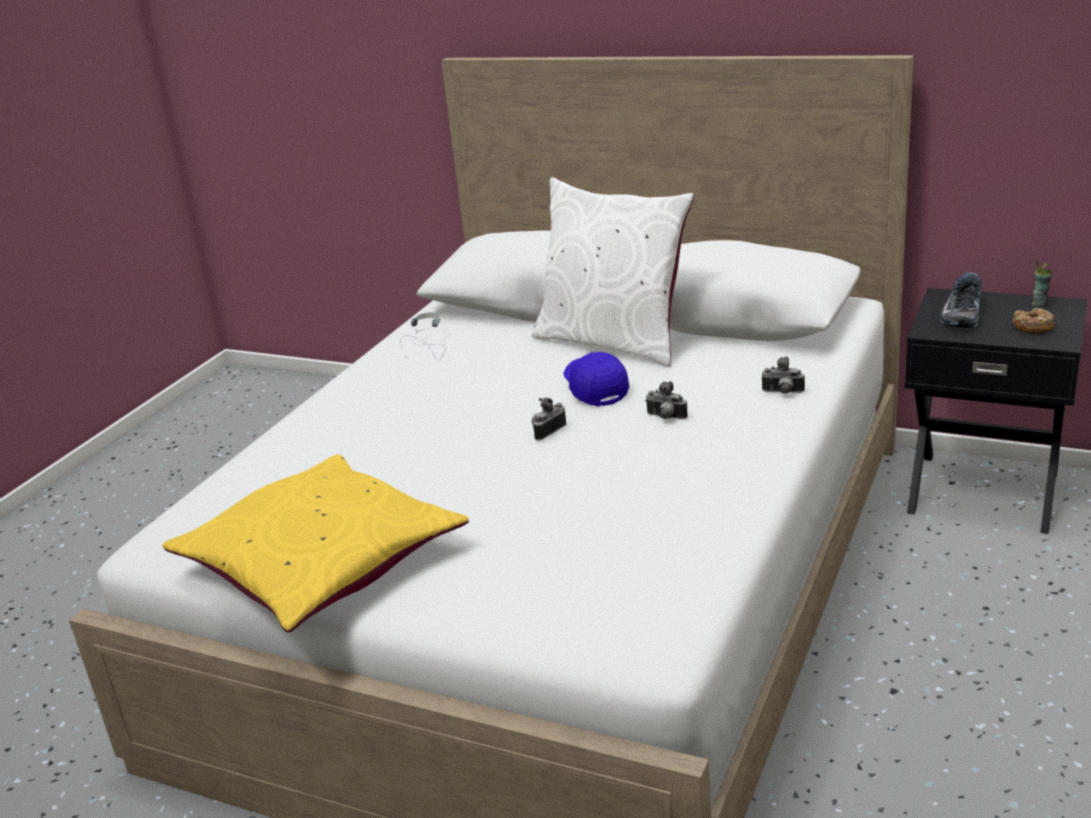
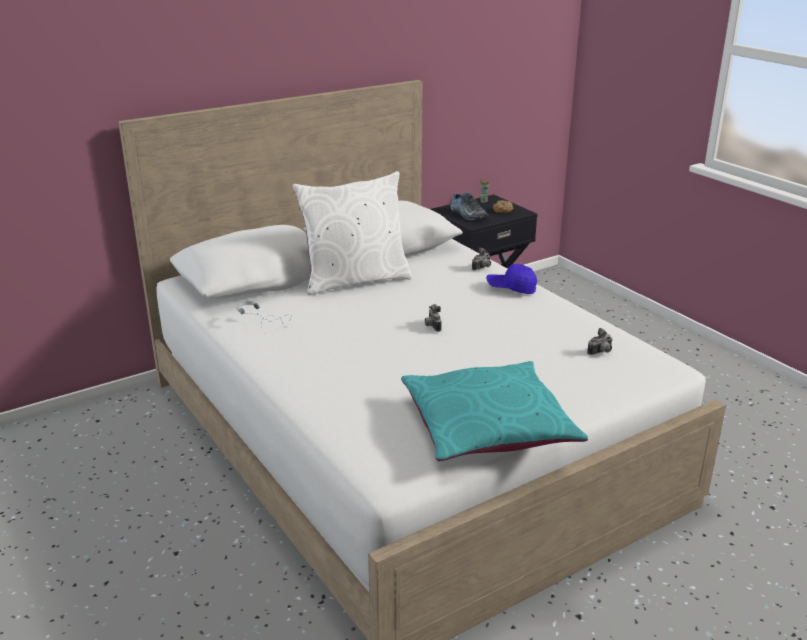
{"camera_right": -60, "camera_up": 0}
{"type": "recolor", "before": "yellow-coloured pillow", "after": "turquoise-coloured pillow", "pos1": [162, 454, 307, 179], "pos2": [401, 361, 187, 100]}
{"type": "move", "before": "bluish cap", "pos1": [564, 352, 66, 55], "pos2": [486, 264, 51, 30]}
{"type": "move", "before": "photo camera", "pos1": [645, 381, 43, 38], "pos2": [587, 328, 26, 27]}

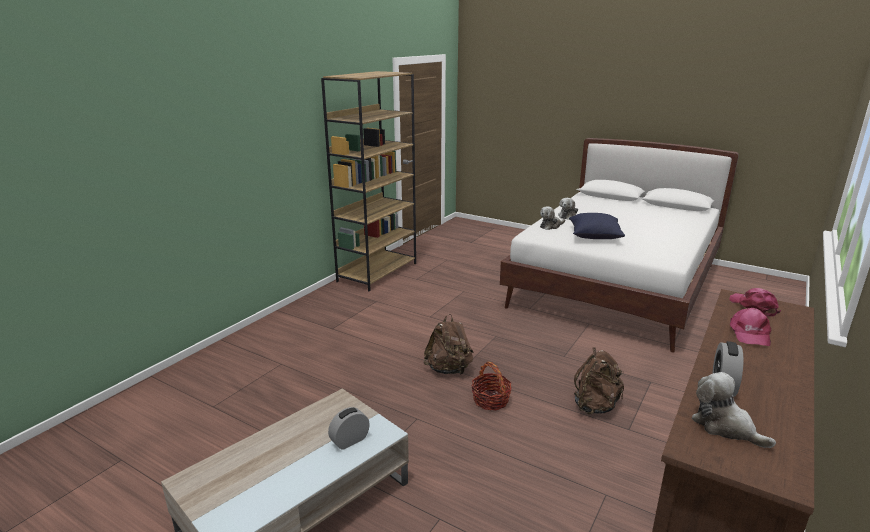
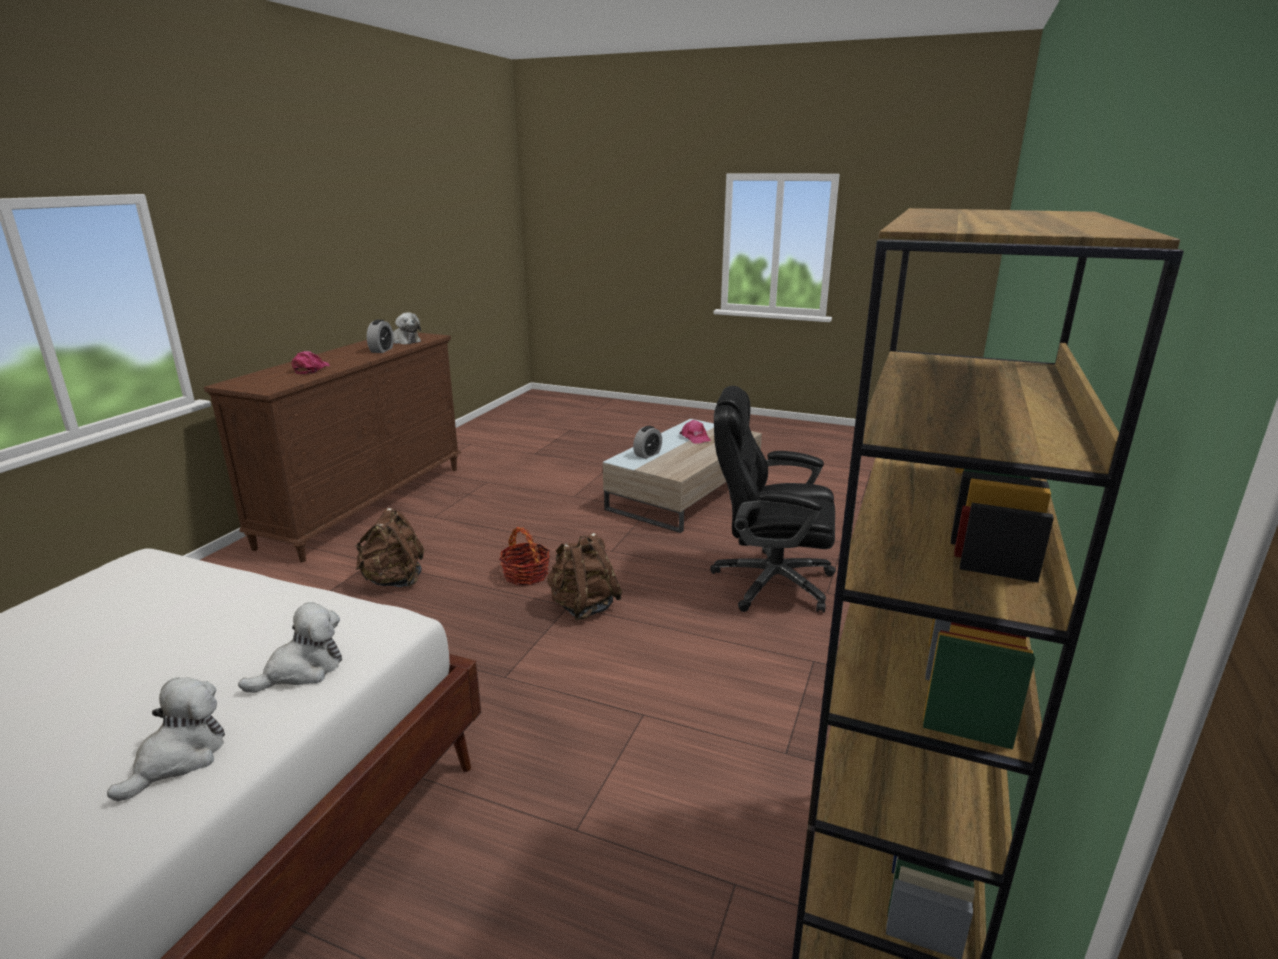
{"camera_right": 170, "camera_up": 0}
{"type": "delete", "before": "bluish pillow", "pos1": [569, 213, 56, 26]}
{"type": "move", "before": "pinkish cap", "pos1": [729, 288, 52, 28], "pos2": [680, 420, 31, 24]}
{"type": "insert", "after": "blackish office chair", "pos2": [710, 386, 126, 227]}

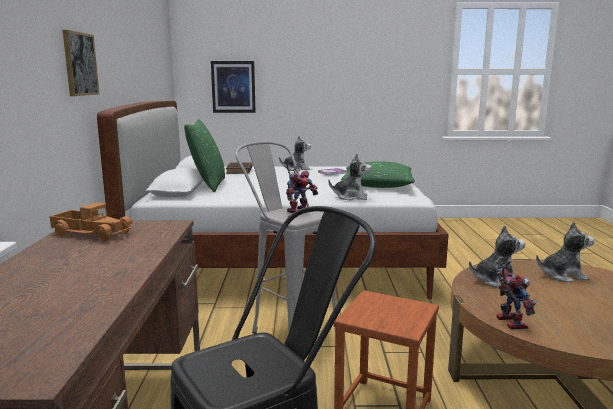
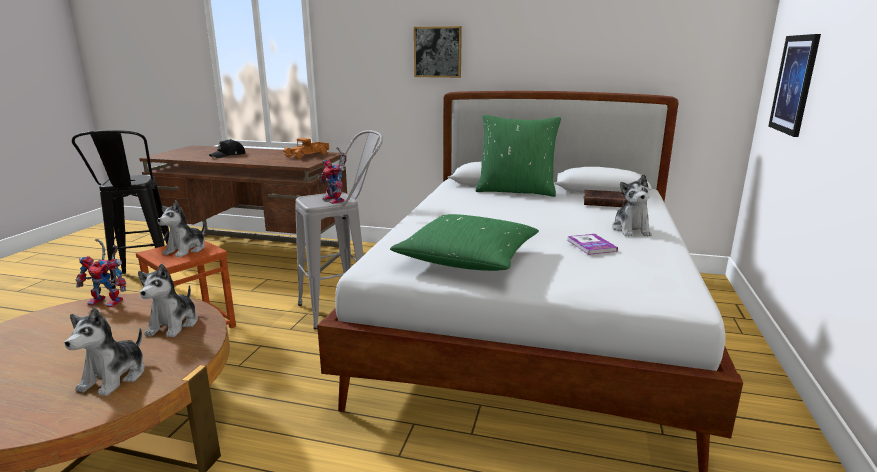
{"camera_right": 105, "camera_up": 5}
{"type": "move", "before": "cuddly toy", "pos1": [328, 153, 44, 48], "pos2": [157, 200, 48, 57]}
{"type": "insert", "after": "blackish cap", "pos2": [209, 139, 36, 19]}

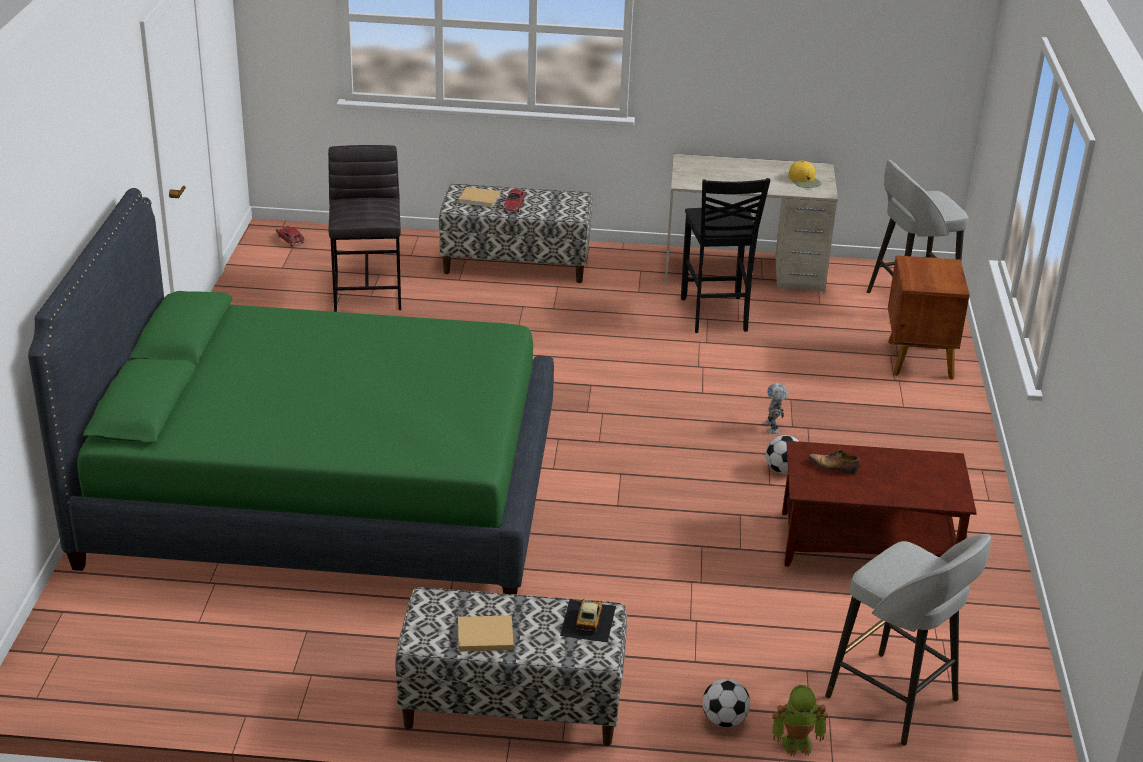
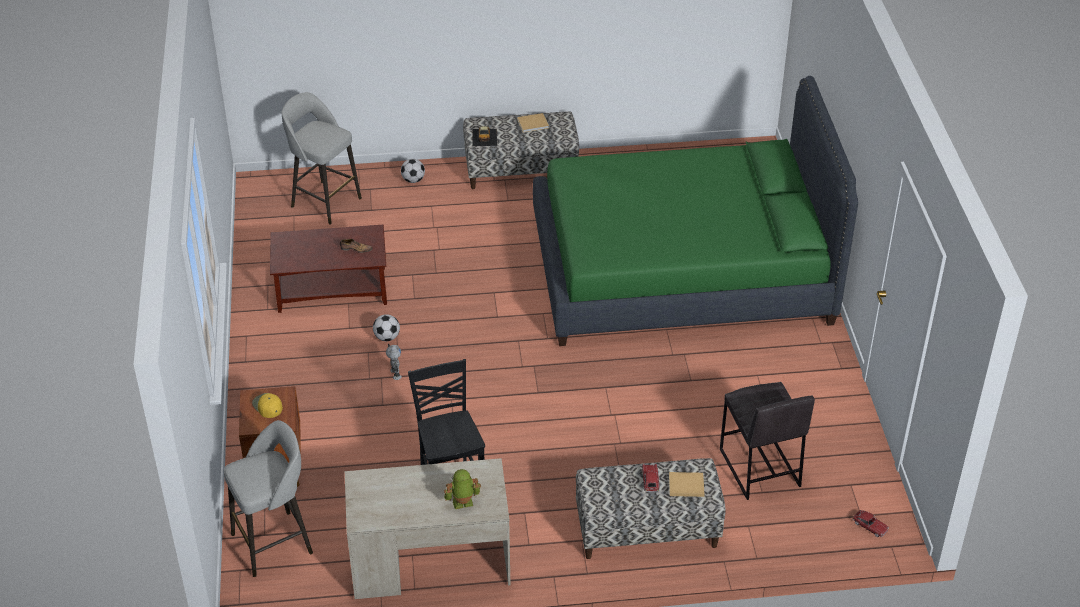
{"camera_right": 170, "camera_up": 10}
{"type": "move", "before": "robot figure", "pos1": [772, 685, 56, 71], "pos2": [444, 469, 37, 40]}
{"type": "move", "before": "yellow-coloured cap", "pos1": [788, 160, 34, 28], "pos2": [252, 393, 31, 25]}

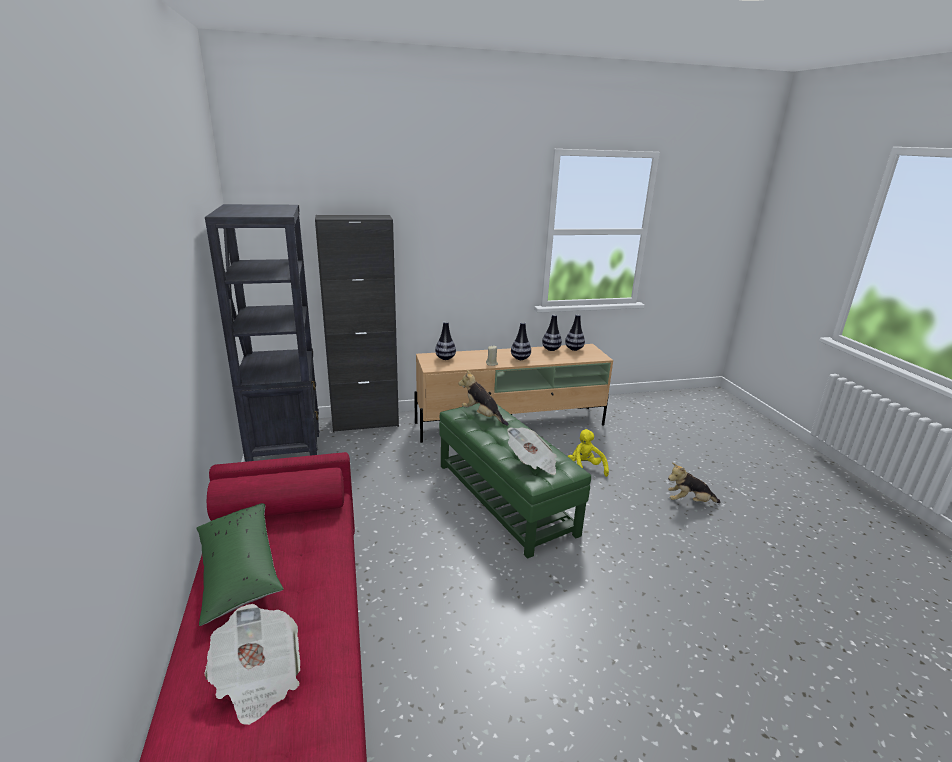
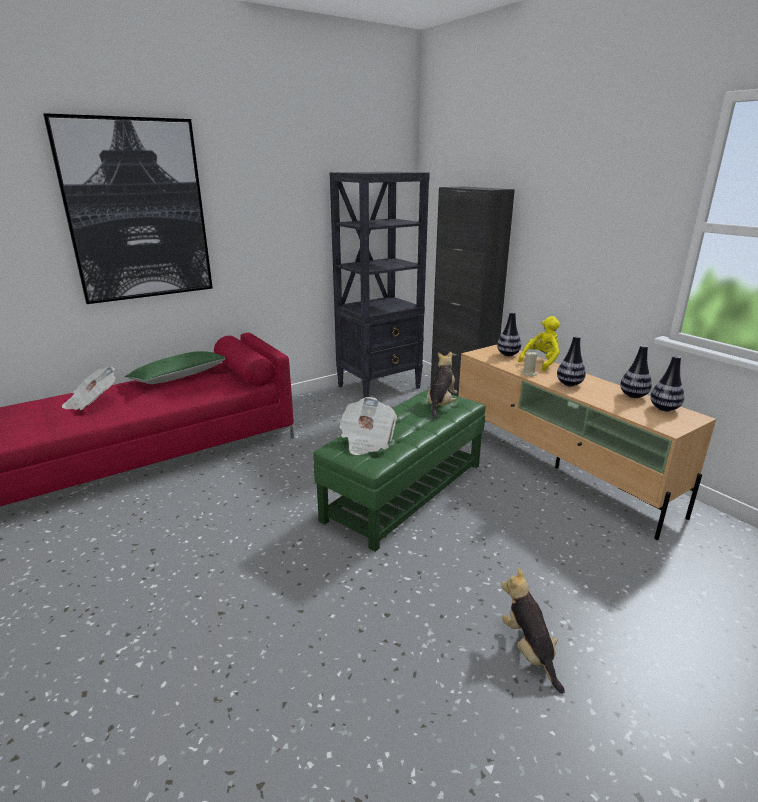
{"camera_right": 70, "camera_up": 0}
{"type": "move", "before": "yellow-coloured cuddly toy", "pos1": [568, 429, 41, 48], "pos2": [518, 316, 42, 55]}
{"type": "insert", "after": "picture", "pos2": [43, 113, 170, 191]}

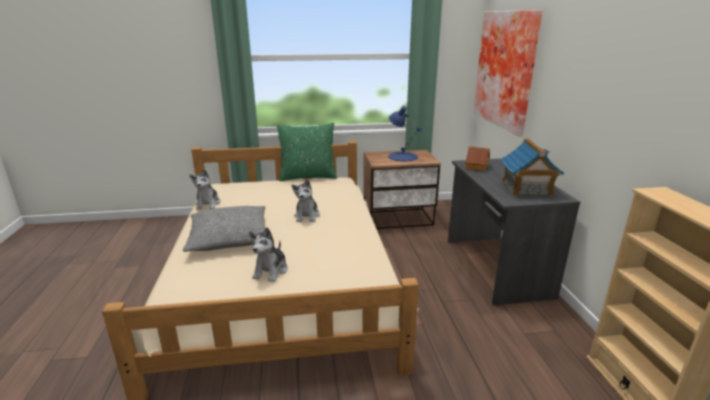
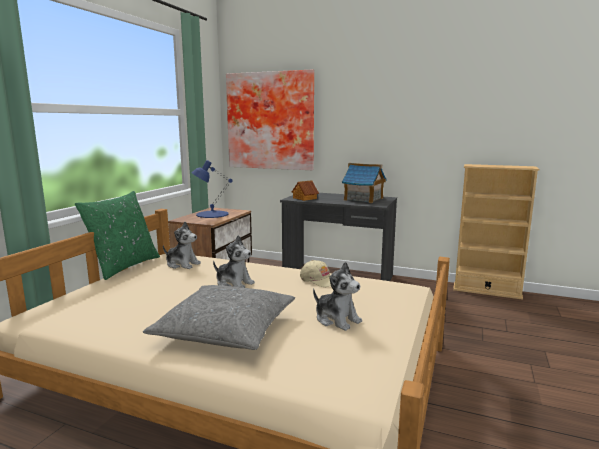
{"camera_right": -60, "camera_up": -10}
{"type": "move", "before": "cuddly toy", "pos1": [190, 169, 30, 41], "pos2": [163, 222, 38, 47]}
{"type": "insert", "after": "beige-coloured cap", "pos2": [300, 260, 31, 27]}

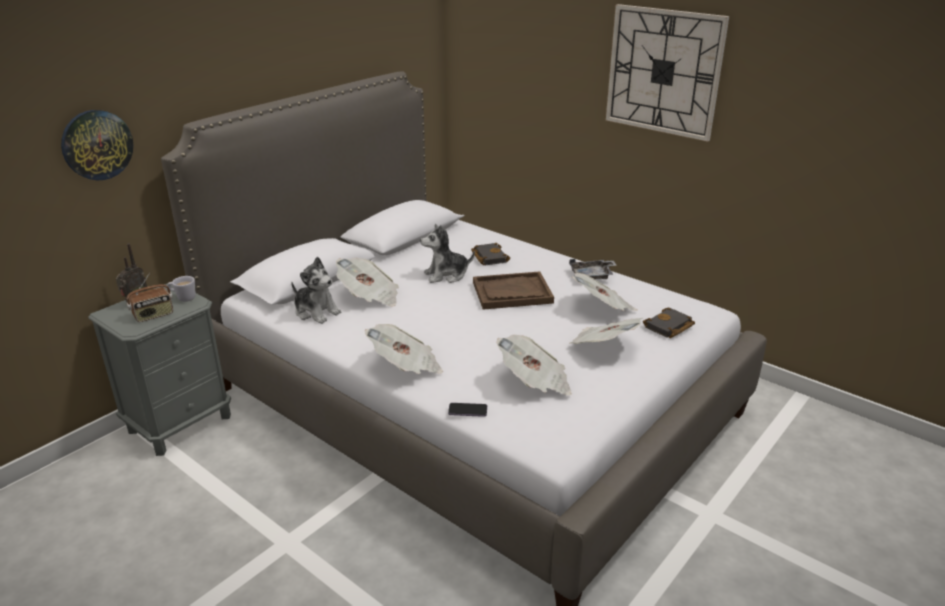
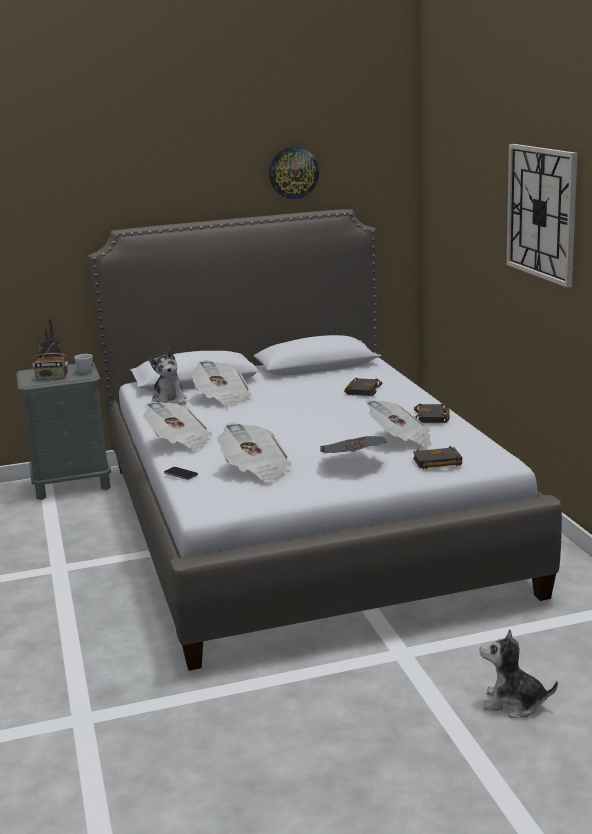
{"camera_right": 35, "camera_up": -10}
{"type": "move", "before": "hanging clock", "pos1": [61, 110, 72, 70], "pos2": [269, 146, 50, 53]}
{"type": "move", "before": "cuddly toy", "pos1": [420, 224, 55, 59], "pos2": [480, 630, 78, 88]}
{"type": "delete", "before": "brown carrying tray", "pos1": [473, 271, 81, 39]}
{"type": "replace", "before": "gray carrying tray", "after": "blackish bound book", "pos1": [569, 259, 48, 20], "pos2": [414, 403, 36, 20]}

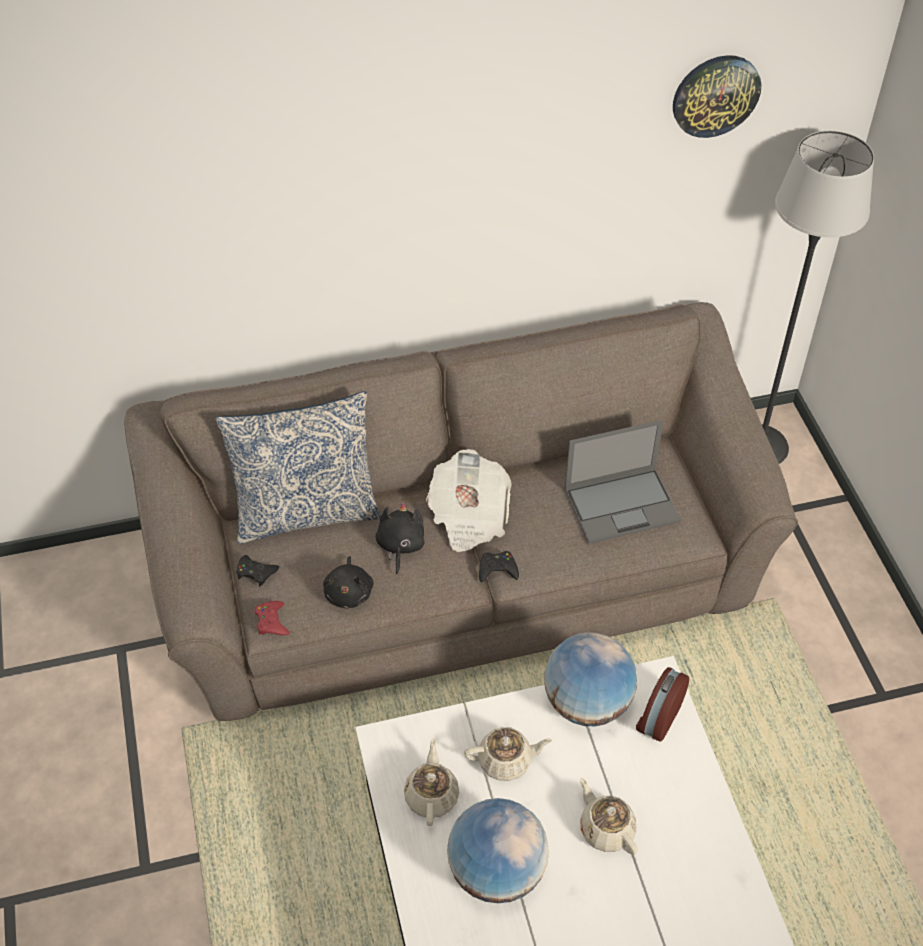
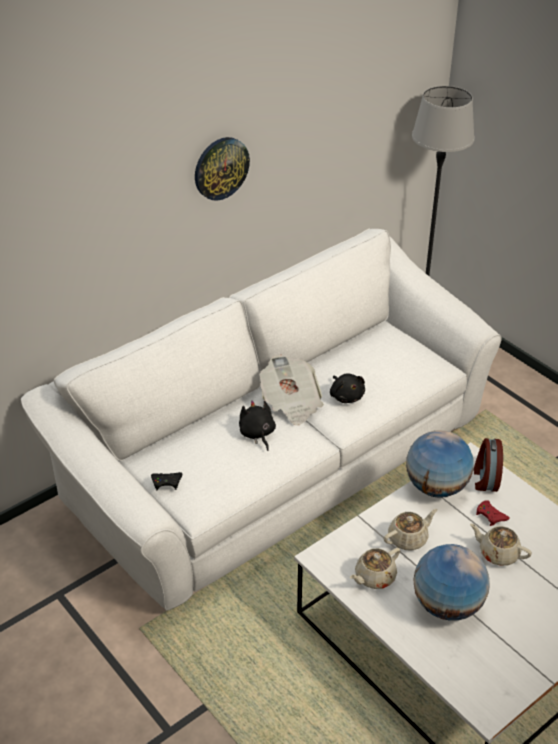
{"camera_right": -25, "camera_up": -10}
{"type": "recolor", "before": "brown couch", "after": "white couch", "pos1": [124, 302, 674, 419], "pos2": [21, 229, 481, 382]}
{"type": "delete", "before": "pillow", "pos1": [216, 391, 165, 153]}
{"type": "move", "before": "red game controller", "pos1": [254, 601, 36, 34], "pos2": [476, 500, 34, 26]}
{"type": "move", "before": "blackish cuddly toy", "pos1": [323, 556, 51, 53], "pos2": [330, 374, 35, 29]}
{"type": "rotate", "before": "beige-coloured pot for tea", "pos1": [404, 738, 55, 88], "pos2": [350, 548, 50, 41], "turn": -105}
{"type": "delete", "before": "blackish game controller", "pos1": [479, 551, 40, 31]}
{"type": "delete", "before": "portable computer", "pos1": [565, 420, 116, 124]}
{"type": "move", "before": "hanging clock", "pos1": [673, 55, 89, 83], "pos2": [195, 137, 55, 64]}

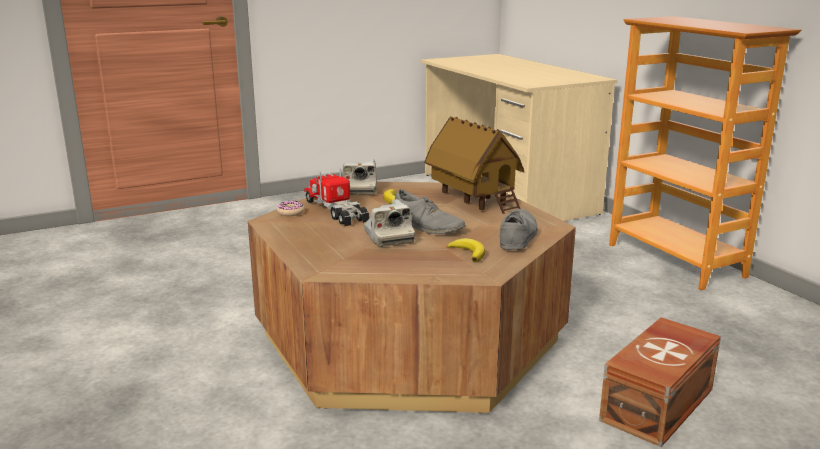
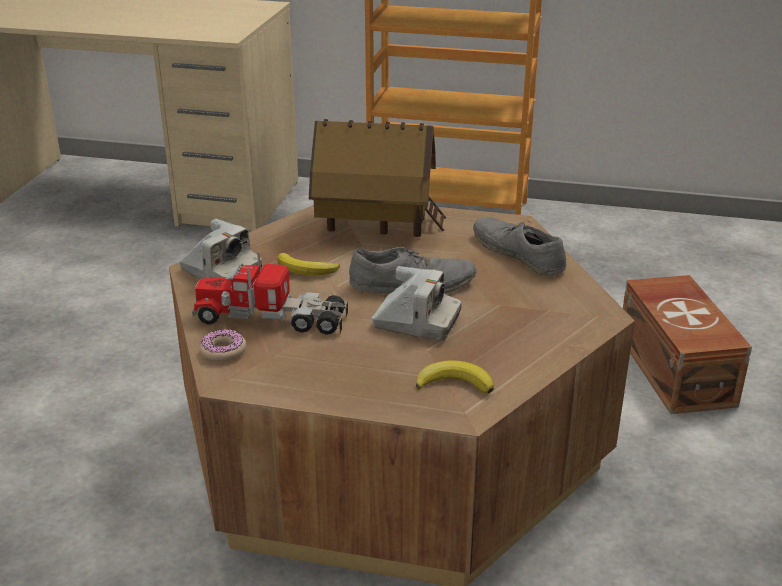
{"camera_right": -50, "camera_up": 10}
{"type": "move", "before": "banana fruit", "pos1": [447, 238, 38, 24], "pos2": [416, 360, 78, 34]}

